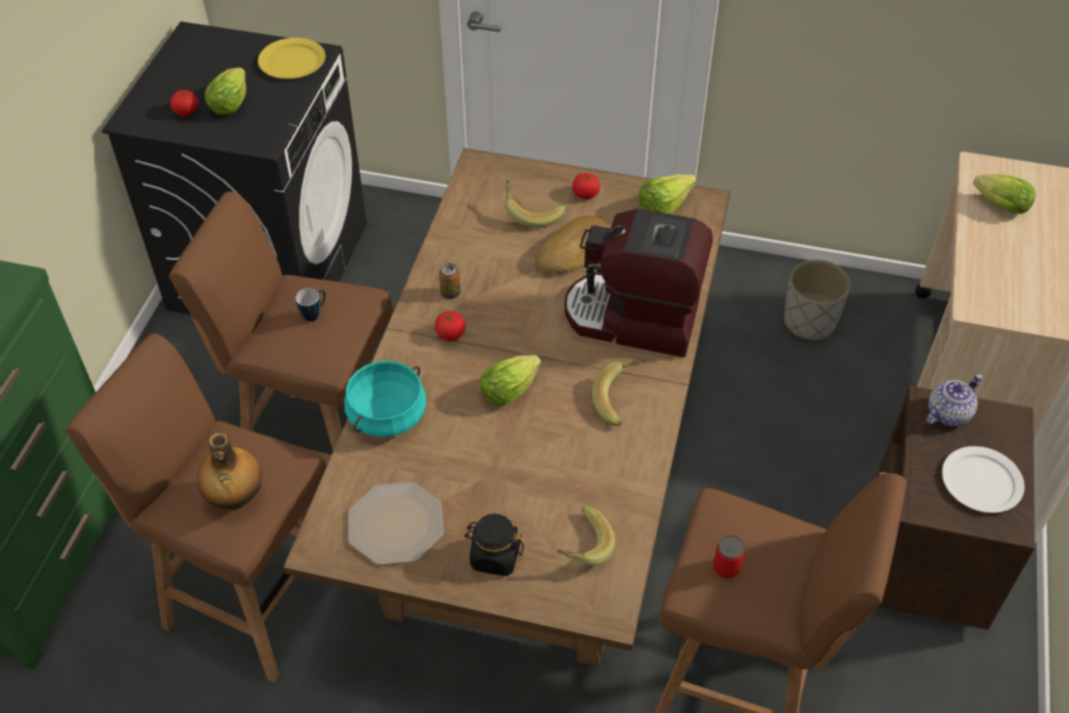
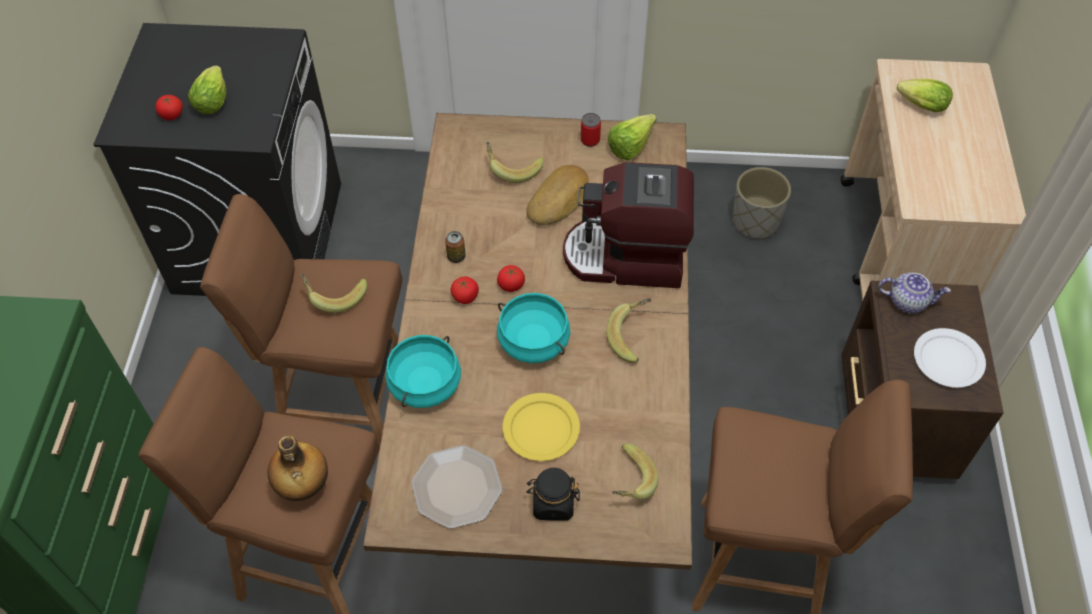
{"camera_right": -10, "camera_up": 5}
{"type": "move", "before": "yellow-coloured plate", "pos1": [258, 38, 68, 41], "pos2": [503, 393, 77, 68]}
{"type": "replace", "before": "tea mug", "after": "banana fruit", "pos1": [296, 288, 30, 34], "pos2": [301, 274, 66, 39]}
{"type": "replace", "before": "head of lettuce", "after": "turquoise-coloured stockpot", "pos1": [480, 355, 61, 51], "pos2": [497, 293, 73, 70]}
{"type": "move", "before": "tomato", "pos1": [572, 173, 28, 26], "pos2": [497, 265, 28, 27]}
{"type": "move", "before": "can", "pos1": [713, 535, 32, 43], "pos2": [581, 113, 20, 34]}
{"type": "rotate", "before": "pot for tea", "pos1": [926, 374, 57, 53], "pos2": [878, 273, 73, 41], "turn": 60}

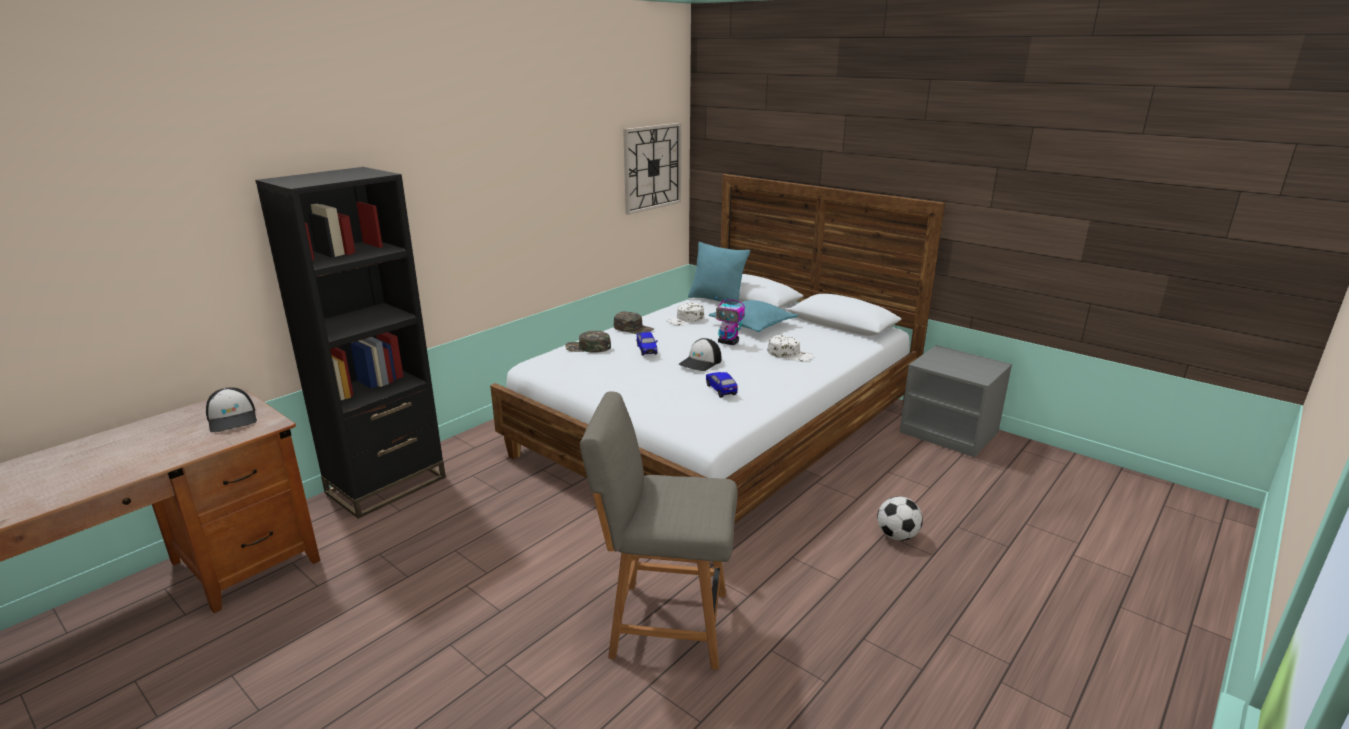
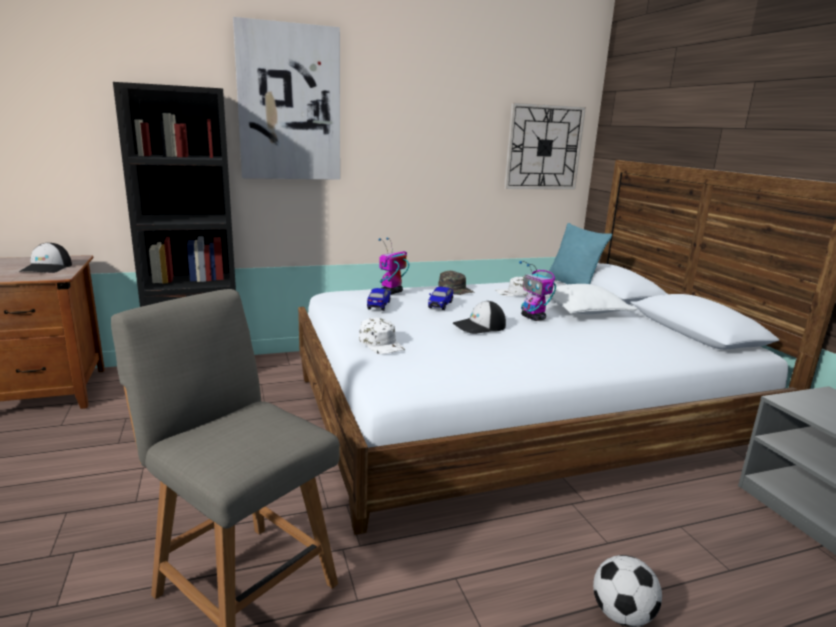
{"camera_right": 30, "camera_up": -5}
{"type": "replace", "before": "green-coloured cap", "after": "robot figure", "pos1": [565, 331, 46, 22], "pos2": [378, 237, 31, 58]}
{"type": "move", "before": "toy car", "pos1": [706, 372, 32, 26], "pos2": [367, 288, 24, 23]}
{"type": "recolor", "before": "turquoise-coloured pillow", "after": "white pillow", "pos1": [709, 300, 89, 32], "pos2": [545, 284, 93, 30]}
{"type": "move", "before": "white cap", "pos1": [768, 335, 45, 27], "pos2": [359, 317, 46, 37]}
{"type": "insert", "after": "picture", "pos2": [233, 17, 107, 163]}

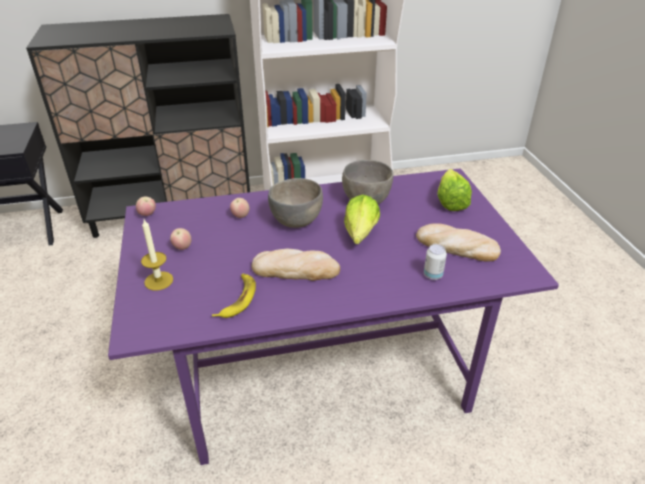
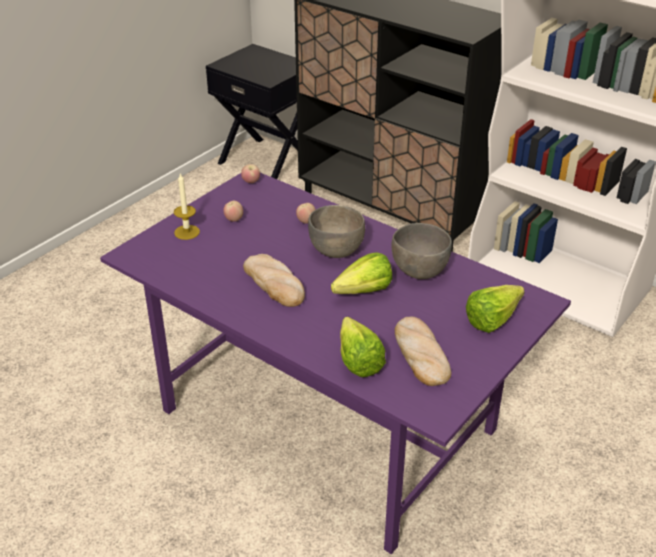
{"camera_right": 50, "camera_up": 0}
{"type": "delete", "before": "banana fruit", "pos1": [212, 274, 44, 44]}
{"type": "replace", "before": "can", "after": "head of lettuce", "pos1": [424, 244, 23, 36], "pos2": [340, 317, 46, 60]}

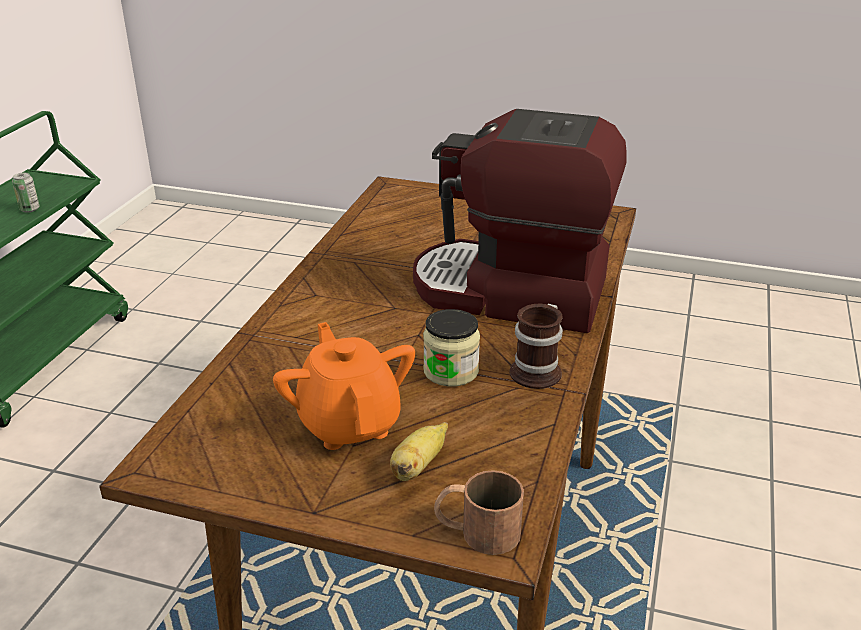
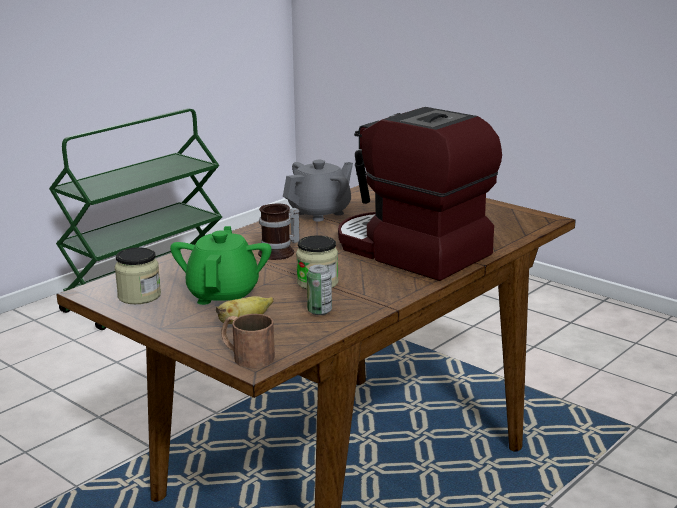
{"camera_right": 25, "camera_up": -10}
{"type": "move", "before": "can", "pos1": [12, 173, 27, 39], "pos2": [307, 265, 25, 50]}
{"type": "recolor", "before": "orangey pot for tea", "after": "green-coloured pot for tea", "pos1": [273, 322, 142, 128], "pos2": [170, 226, 102, 79]}
{"type": "move", "before": "tea mug", "pos1": [510, 303, 53, 86], "pos2": [258, 203, 42, 57]}
{"type": "insert", "after": "storage jar", "pos2": [115, 247, 46, 57]}
{"type": "insert", "after": "gray pot for tea", "pos2": [283, 160, 70, 62]}

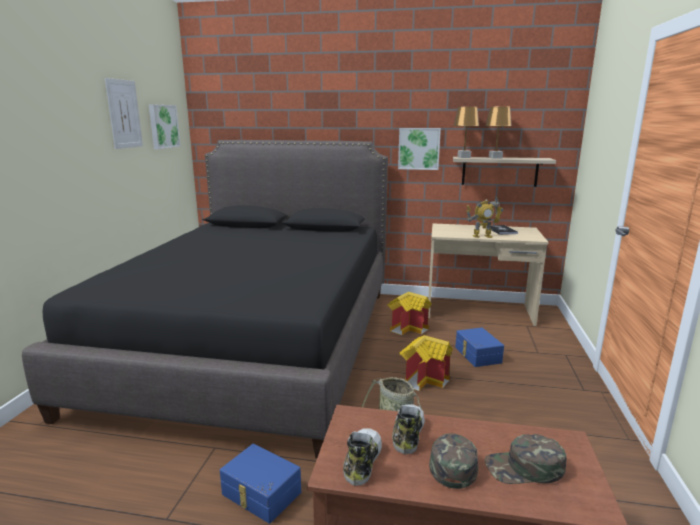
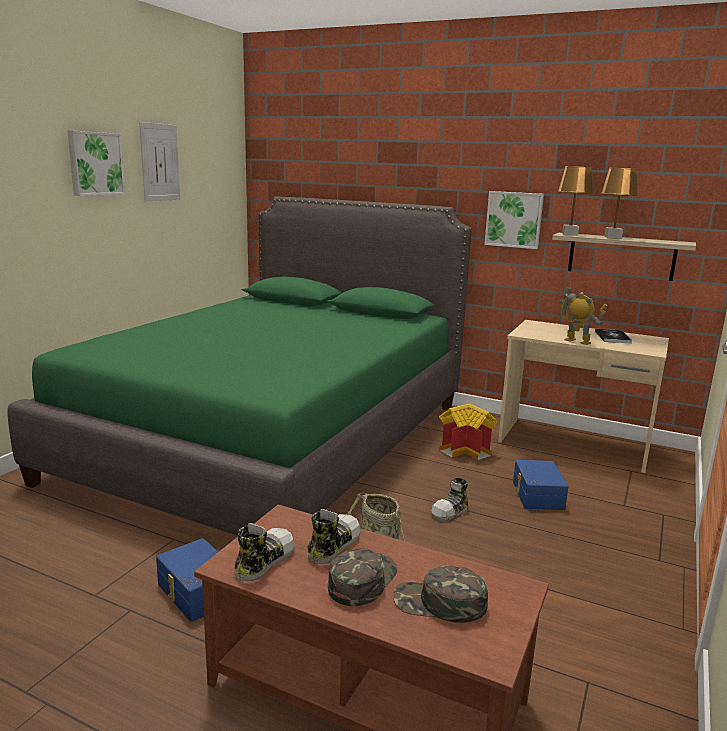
{"camera_right": 15, "camera_up": 0}
{"type": "recolor", "before": "blackish bedroom bed", "after": "green-coloured bedroom bed", "pos1": [22, 140, 366, 319], "pos2": [7, 196, 465, 340]}
{"type": "move", "before": "picture", "pos1": [149, 105, 32, 44], "pos2": [67, 130, 59, 66]}
{"type": "replace", "before": "model house", "after": "low shoe", "pos1": [399, 335, 54, 56], "pos2": [431, 478, 38, 44]}
{"type": "rotate", "before": "robot figure", "pos1": [466, 197, 38, 41], "pos2": [559, 287, 48, 58], "turn": -150}

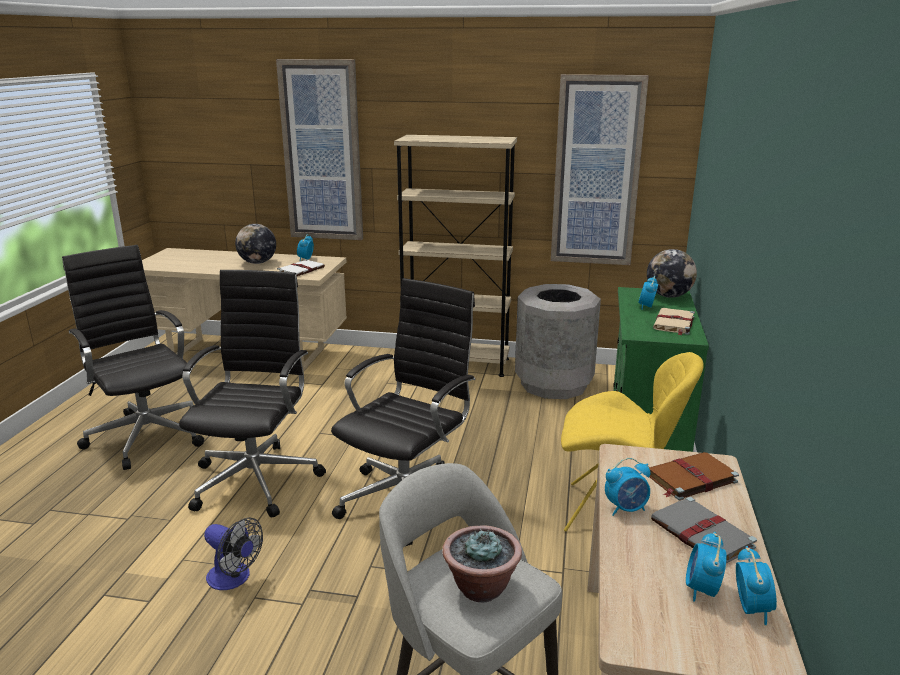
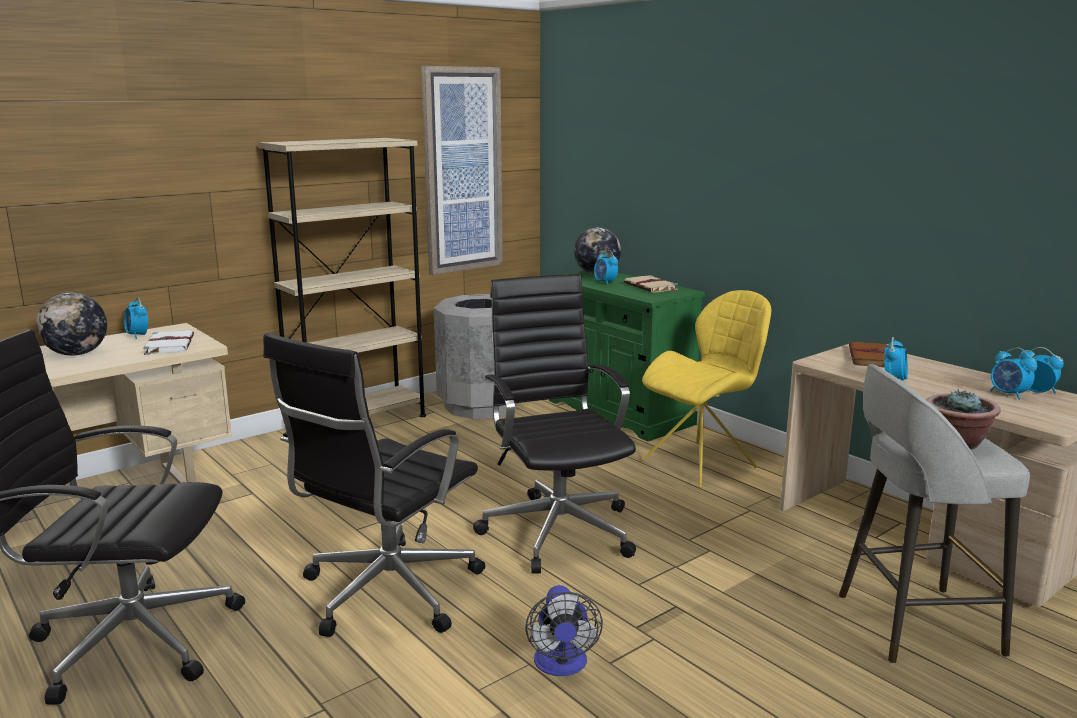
{"camera_right": -50, "camera_up": -5}
{"type": "rotate", "before": "blackish office chair", "pos1": [179, 270, 147, 248], "pos2": [263, 333, 222, 304], "turn": -105}
{"type": "rotate", "before": "cooling fan", "pos1": [204, 517, 59, 73], "pos2": [525, 585, 78, 91], "turn": 105}
{"type": "delete", "before": "picture", "pos1": [276, 59, 87, 181]}
{"type": "delete", "before": "gray bound book", "pos1": [651, 497, 106, 66]}

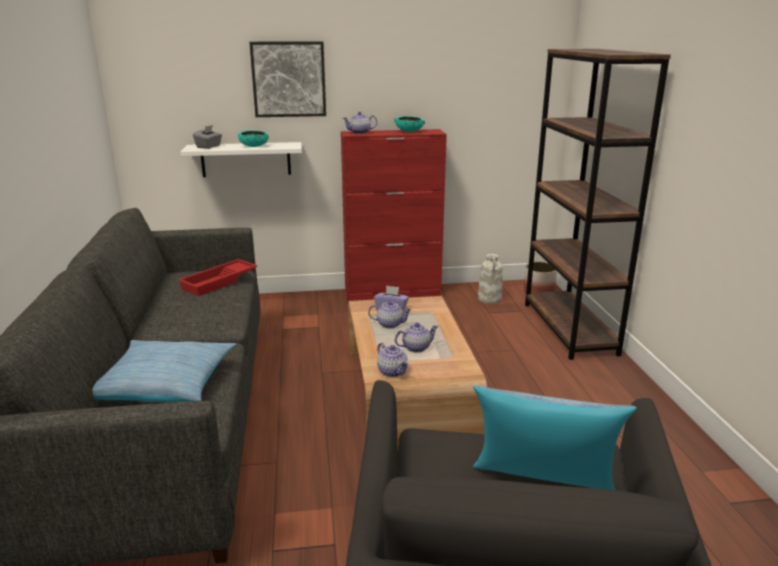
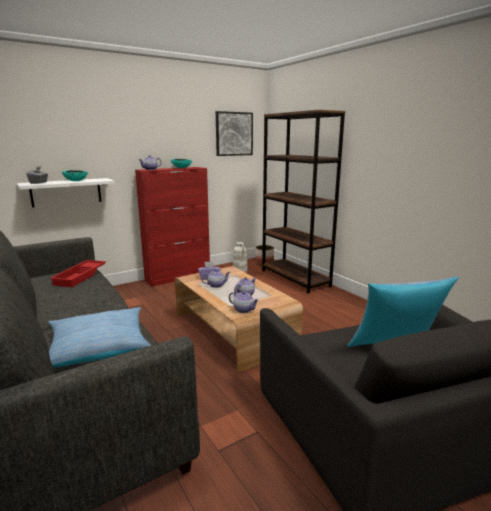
{"camera_right": -25, "camera_up": -5}
{"type": "move", "before": "picture", "pos1": [250, 41, 76, 76], "pos2": [216, 111, 37, 45]}

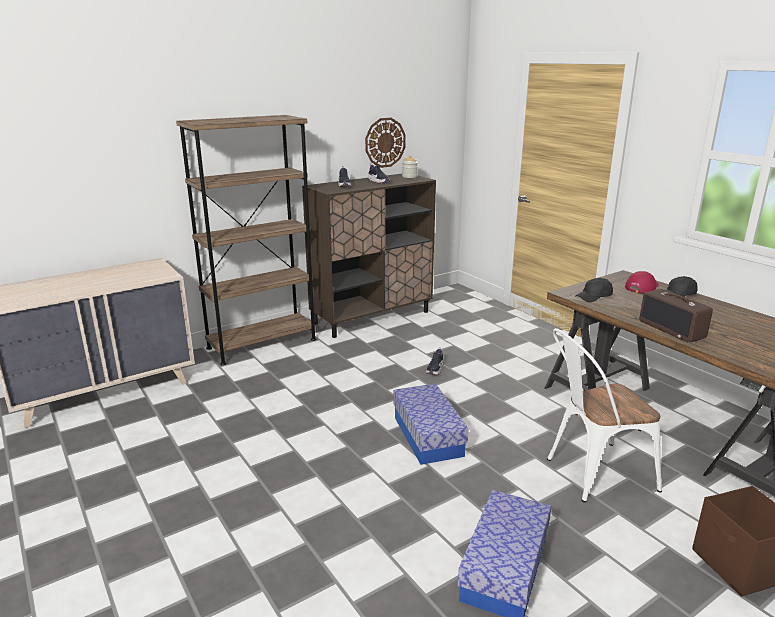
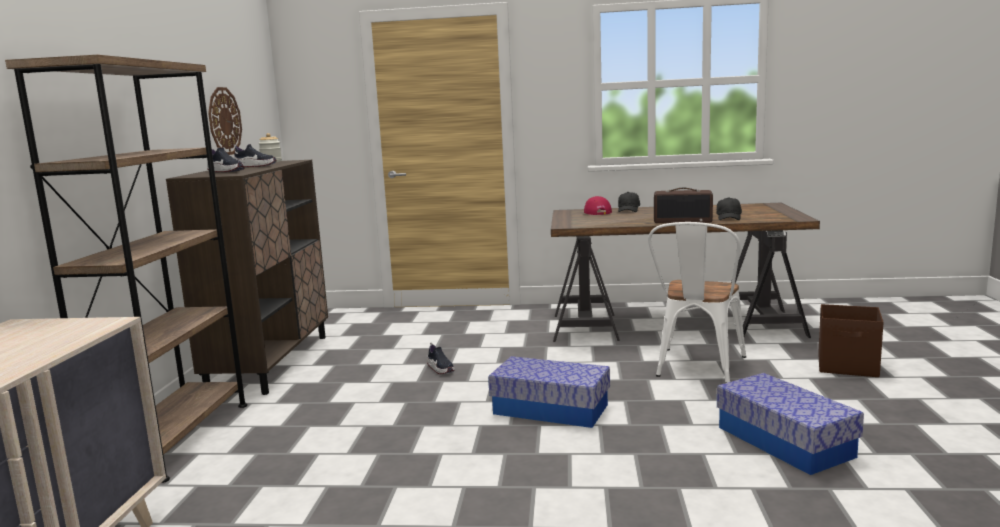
{"camera_right": -50, "camera_up": -10}
{"type": "move", "before": "blackish cap", "pos1": [575, 278, 38, 24], "pos2": [717, 197, 25, 23]}

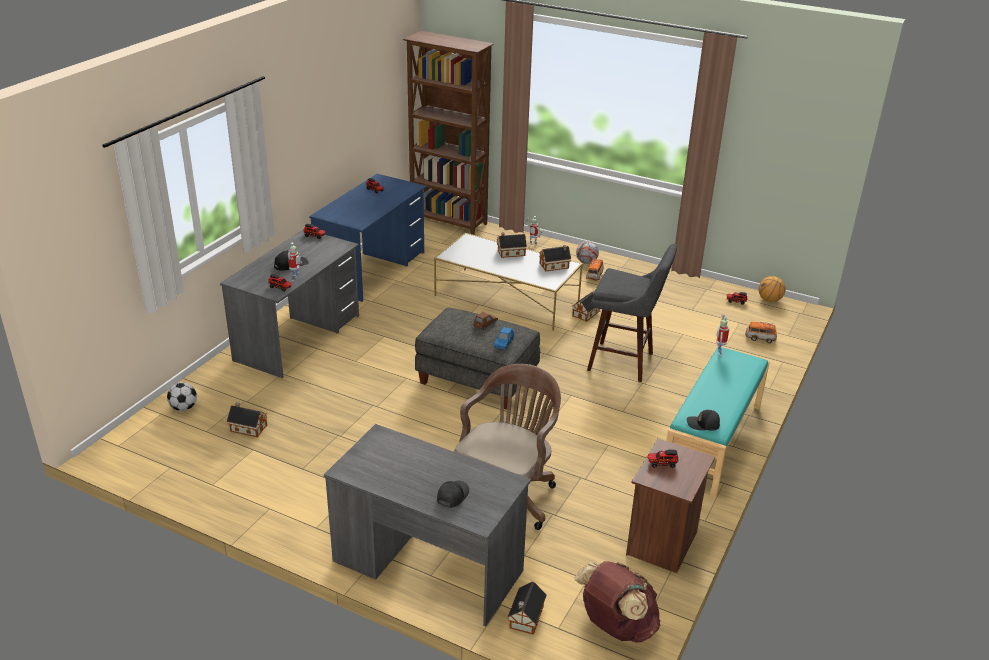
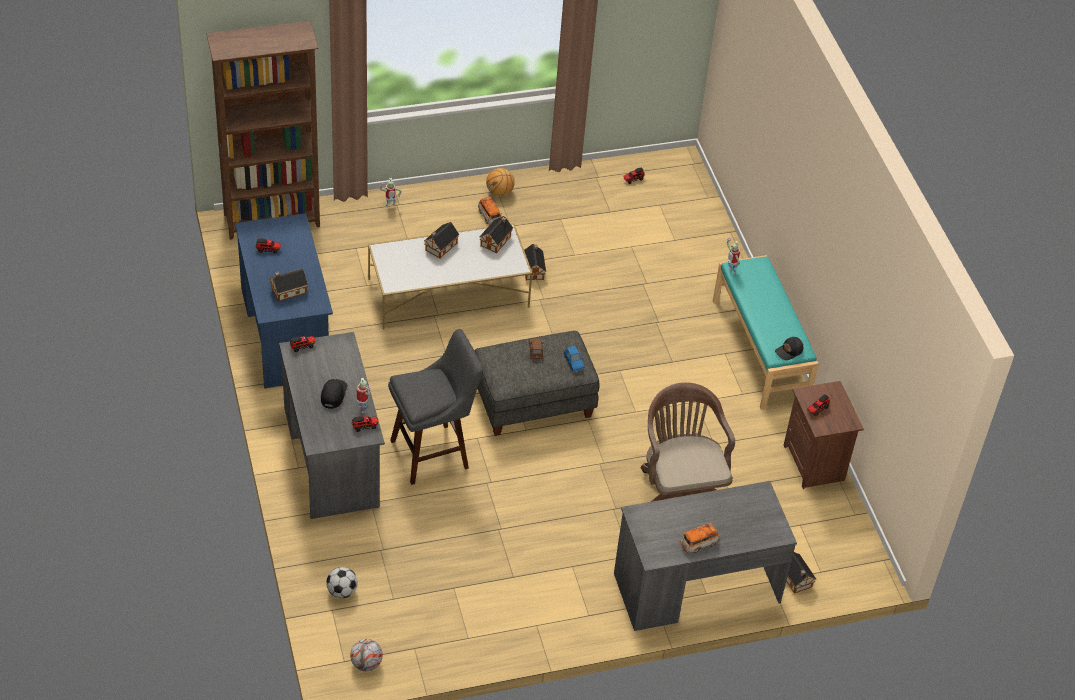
{"camera_right": -45, "camera_up": 15}
{"type": "move", "before": "model house", "pos1": [227, 402, 40, 35], "pos2": [270, 269, 38, 32]}
{"type": "delete", "before": "blackish cap", "pos1": [437, 481, 32, 27]}
{"type": "delete", "before": "brown knapsack", "pos1": [574, 561, 86, 82]}
{"type": "move", "before": "football ball", "pos1": [576, 241, 23, 23], "pos2": [350, 639, 33, 32]}
{"type": "move", "before": "gray stool seat", "pos1": [587, 244, 90, 138], "pos2": [388, 329, 95, 156]}
{"type": "move", "before": "toy car", "pos1": [745, 322, 32, 21], "pos2": [680, 523, 40, 30]}
{"type": "move", "before": "ball for basketball", "pos1": [759, 276, 26, 26], "pos2": [486, 168, 29, 28]}

